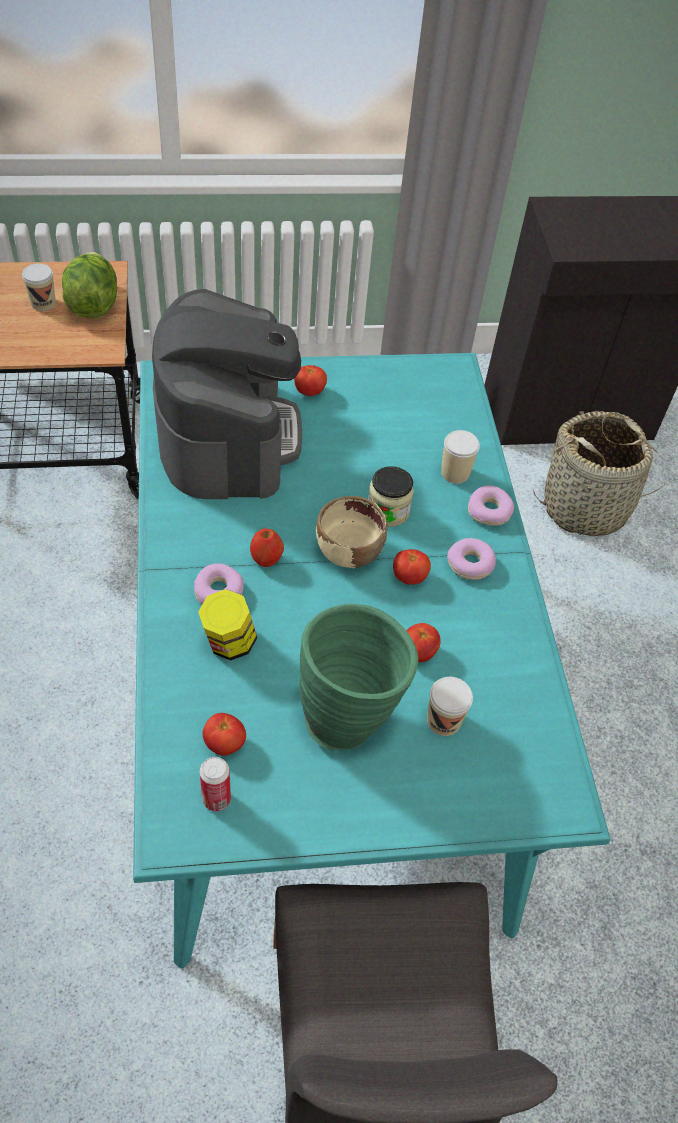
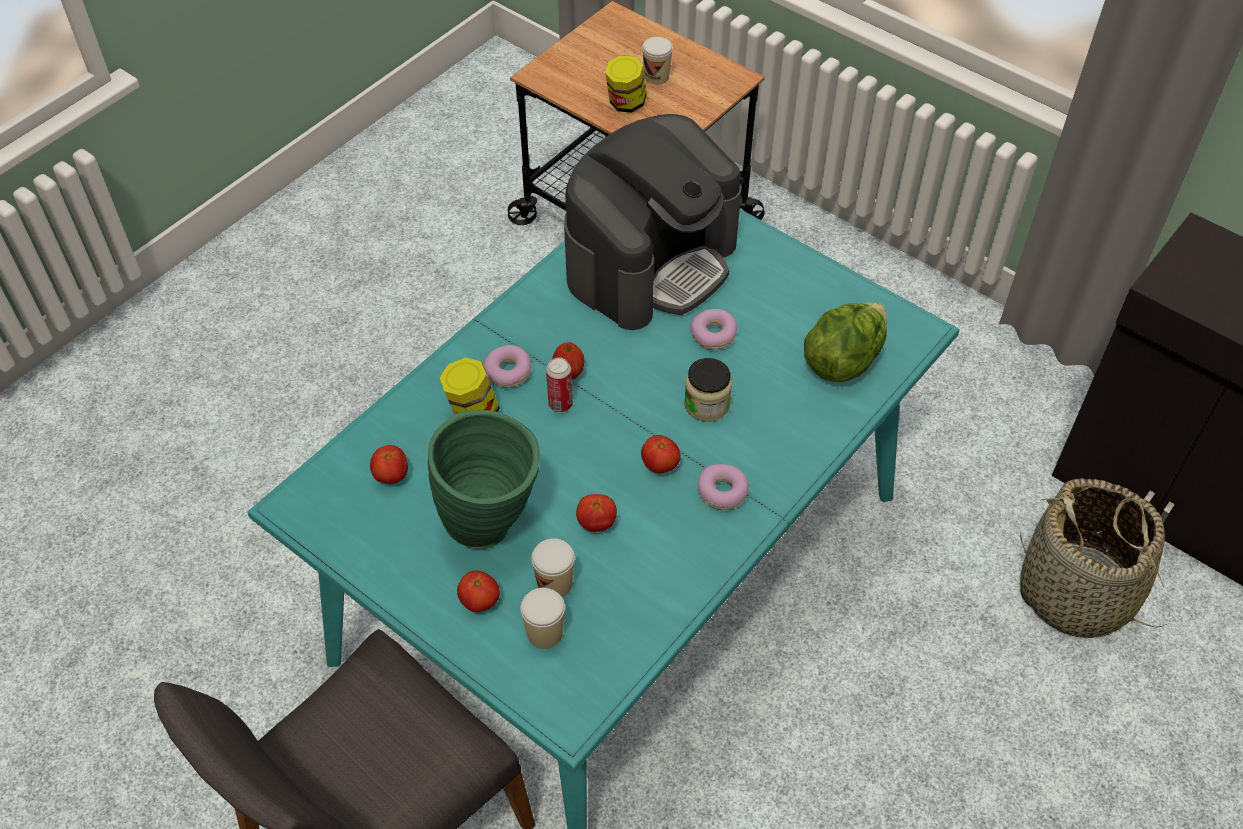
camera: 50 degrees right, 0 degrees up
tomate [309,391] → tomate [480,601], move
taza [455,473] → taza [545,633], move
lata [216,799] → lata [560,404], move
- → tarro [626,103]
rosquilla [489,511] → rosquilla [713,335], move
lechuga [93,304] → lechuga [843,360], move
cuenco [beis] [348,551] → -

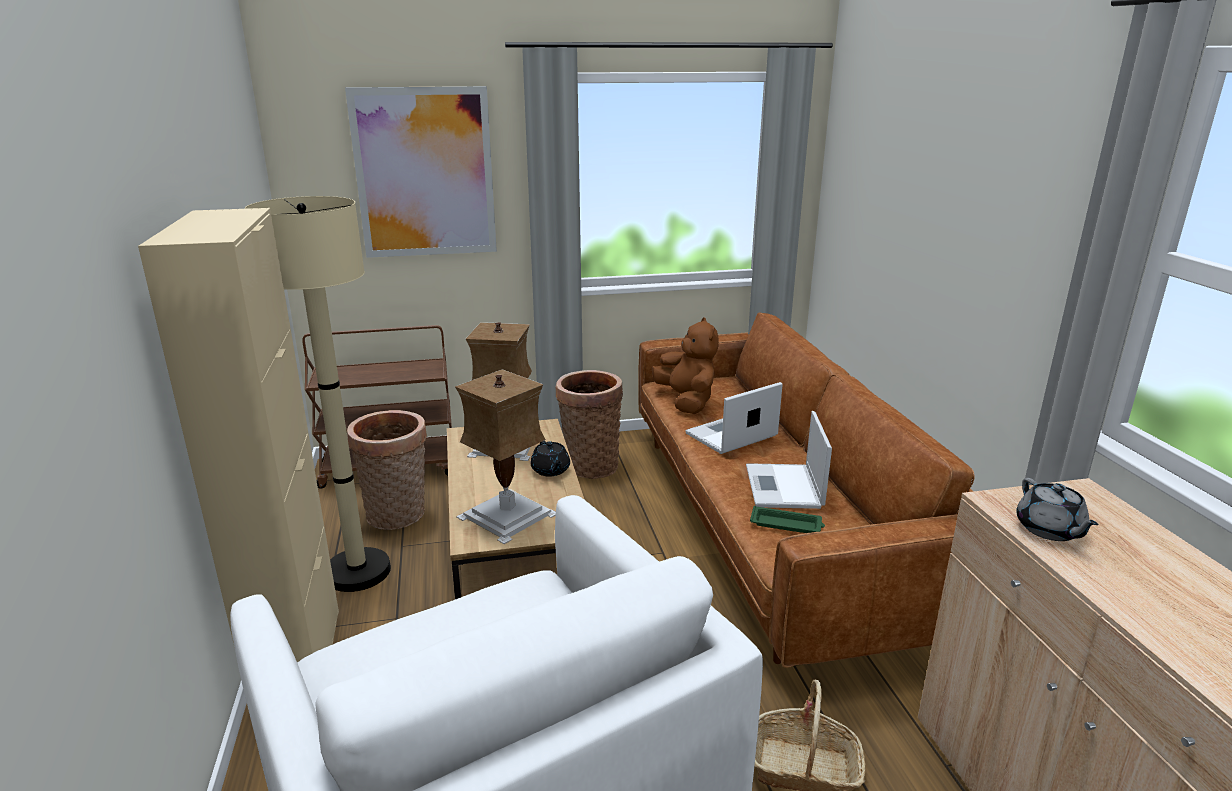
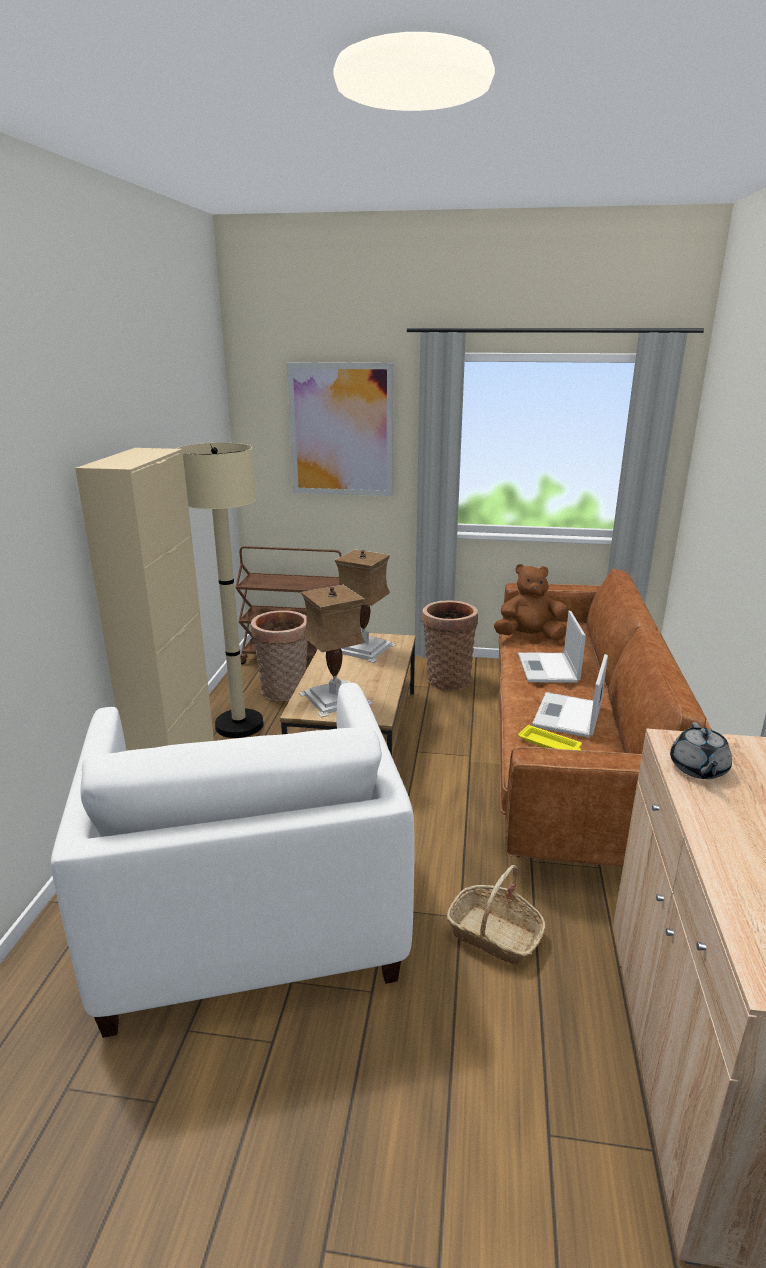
camera: 20 degrees right, 0 degrees up
peluche [marrón] [686,402] → peluche [marrón] [529,637], 90 degrees counterclockwise
portátil [730,435] → portátil [548,669], 75 degrees counterclockwise
bandeja [verde] [787,524] → bandeja [amarillo] [550,744]
tetera [negro] [550,470] → -

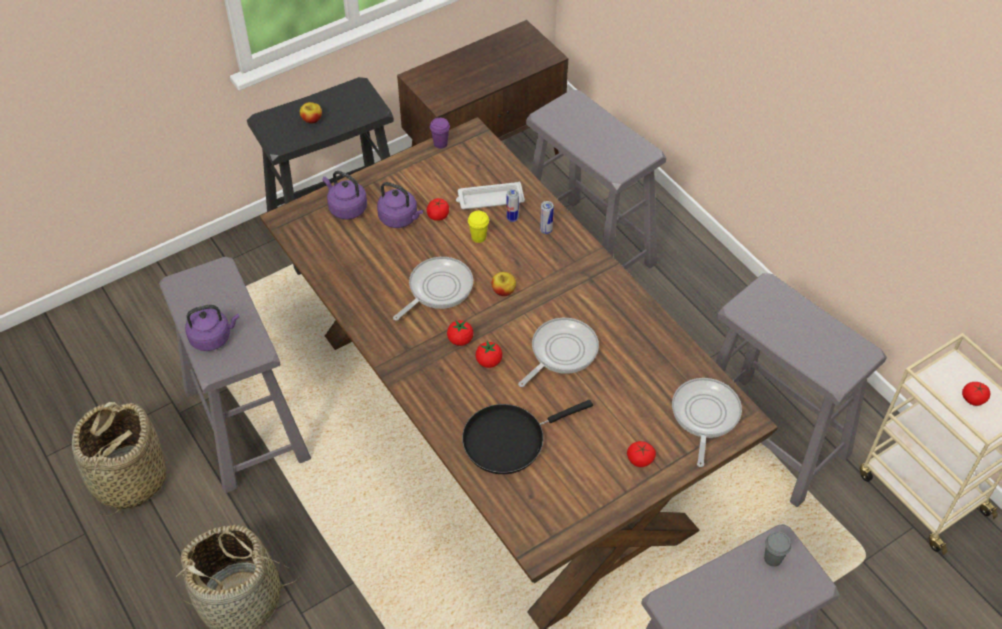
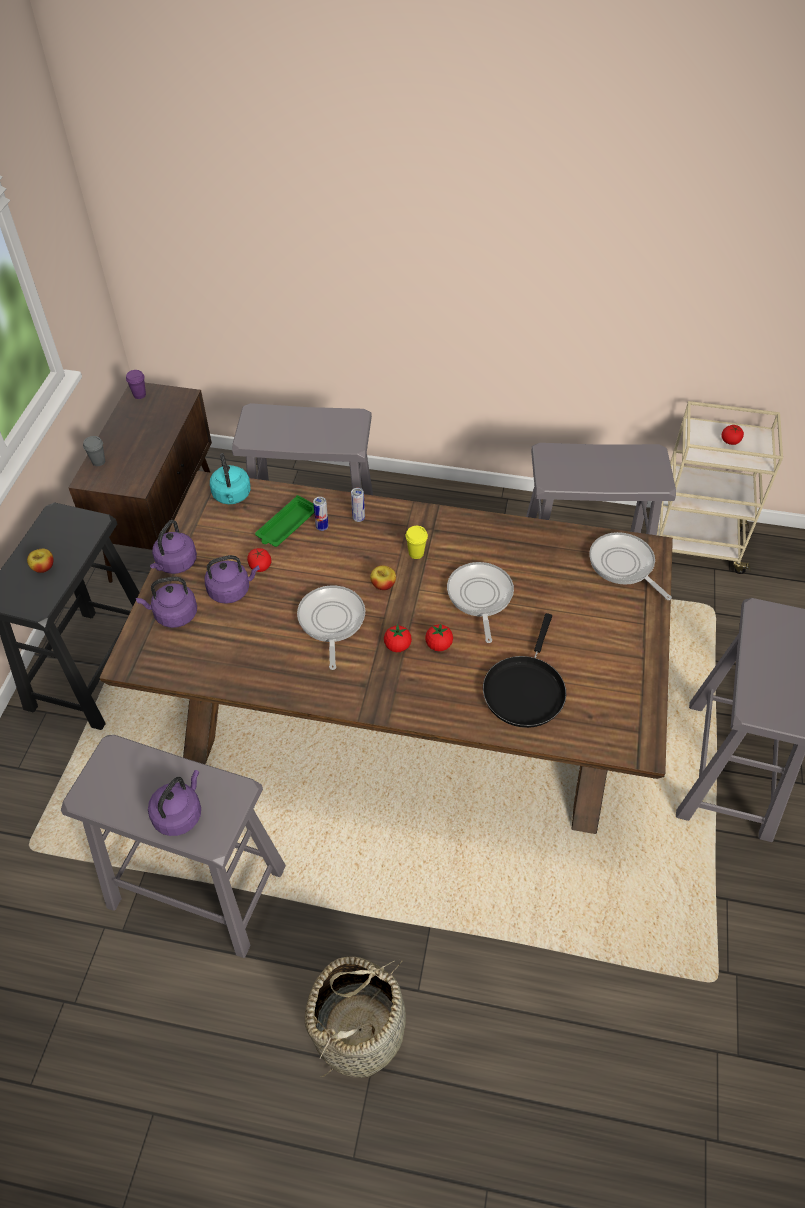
camera: 45 degrees left, 0 degrees up
taza [gris] [773,558] → taza [gris] [98,461], move
taza [morado] [440,144] → taza [morado] [139,395], move
- → hervidor [morado] [175,564]
- → hervidor [turquesa] [232,496]
bandeja [blanco] [489,199] → bandeja [verde] [286,526]
taza [amarillo] [478,237] → taza [amarillo] [416,553], move
cesta [128,479] → -
tomate [640,459] → -

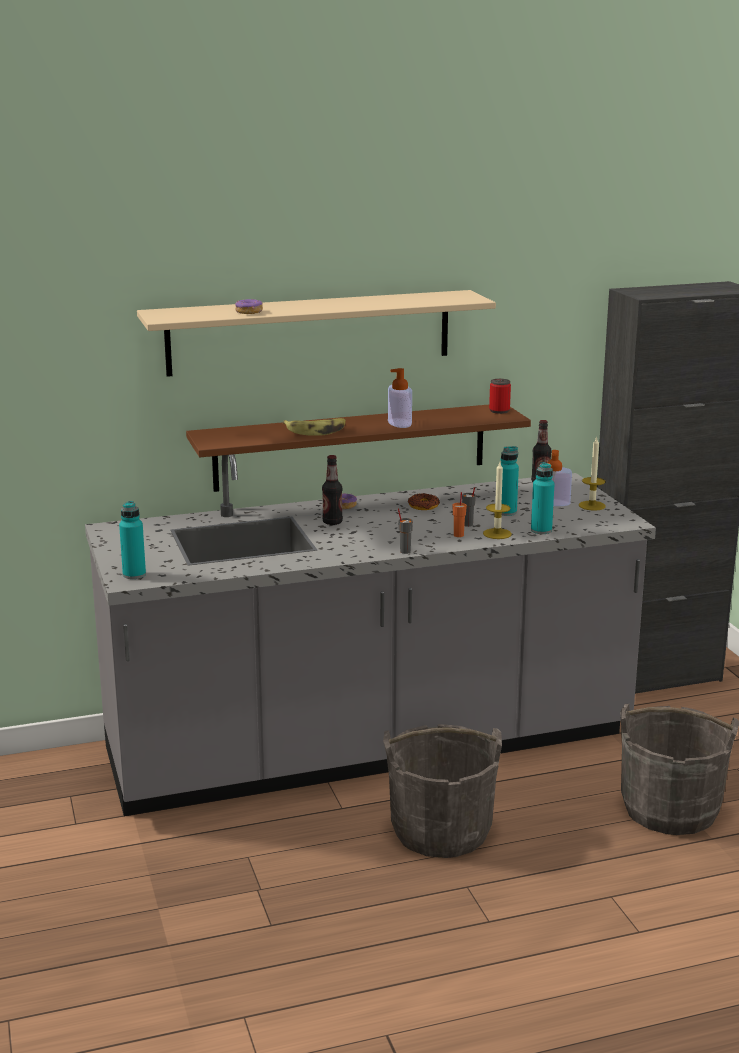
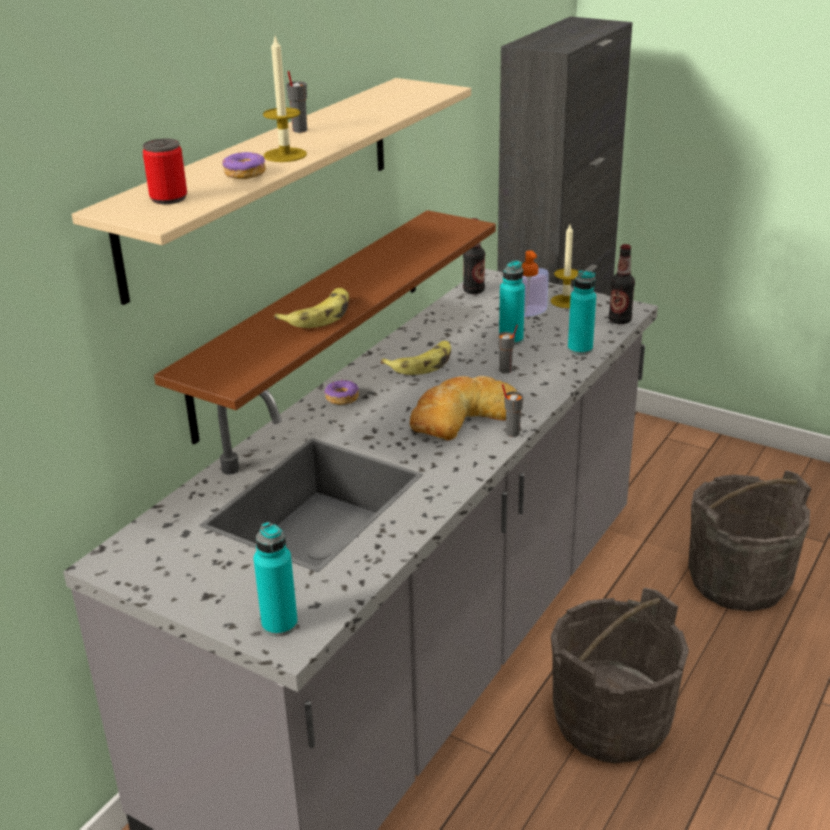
camera: 40 degrees left, 10 degrees up
lata [499,411] → lata [168,198], move
vela [497,534] → vela [285,155], move
- → taza [gris] [299,130]
rosquilla [423,506] → plátano [422,364]
- → pan [461,416]
botella [332,522] → botella [620,320], move
dispensador de jabón [399,423] → -
taza [naranja] [459,535] → -

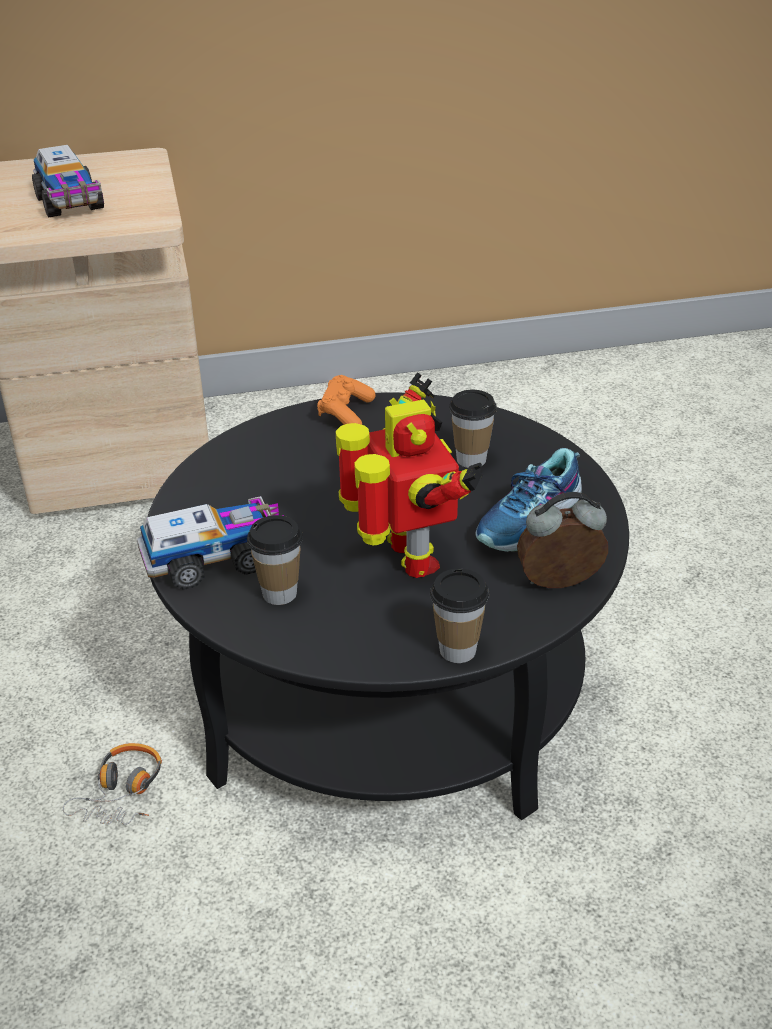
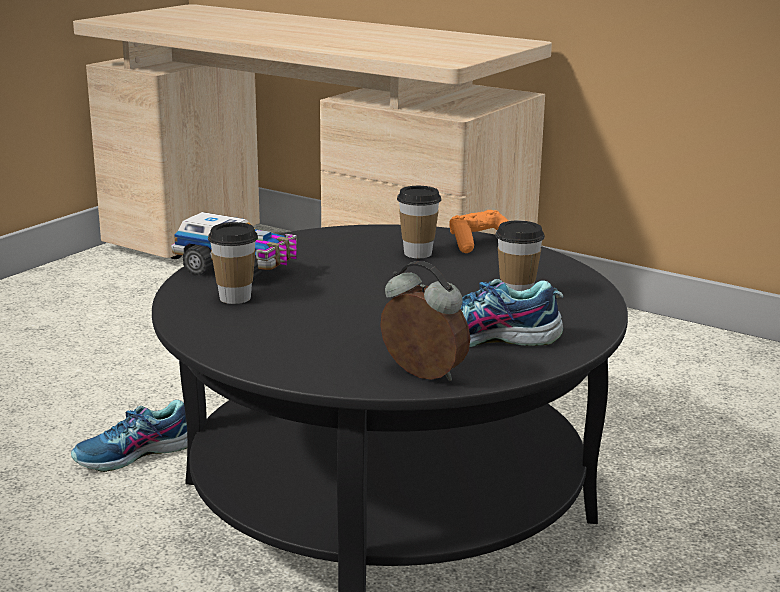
camera: 45 degrees right, 15 degrees down
auriculares [122,792] → zapato [136,454]
taza [458,650] → taza [418,253], move
camión de juguete [70,203] → -
robot de juguete [408,560] → -

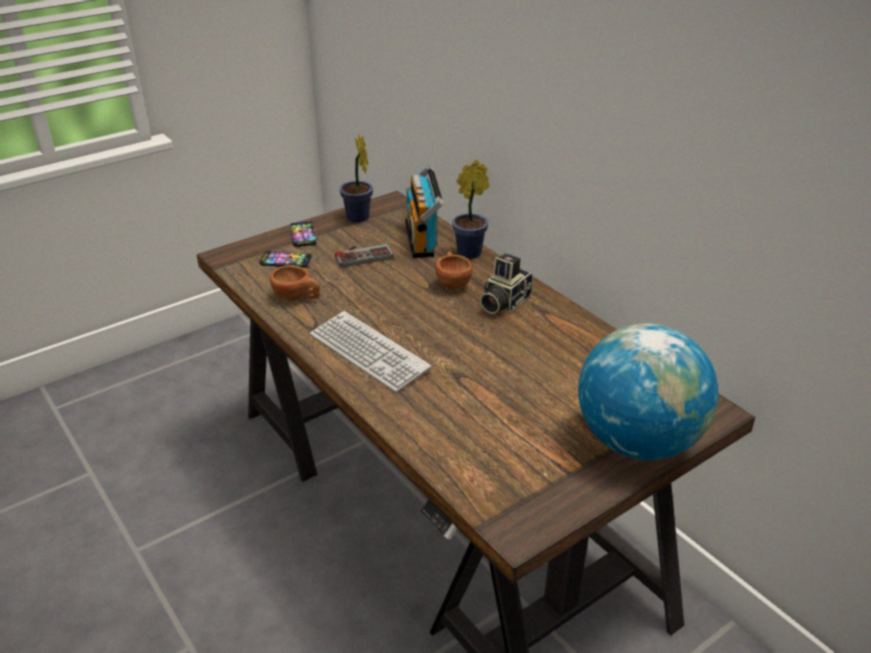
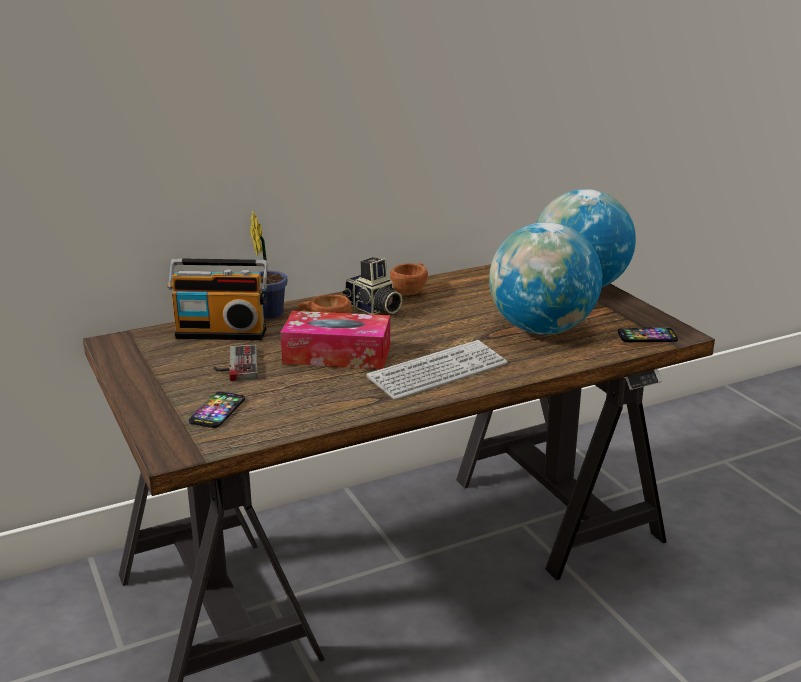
camera: 80 degrees left, 10 degrees down
- → caja de pañuelos [337,355]
taza [marrón] [297,297] → taza [marrón] [411,291], move
- → globo terráqueo [541,329]
móvil [303,235] → móvil [647,336], move
planta en maceta [358,219] → -

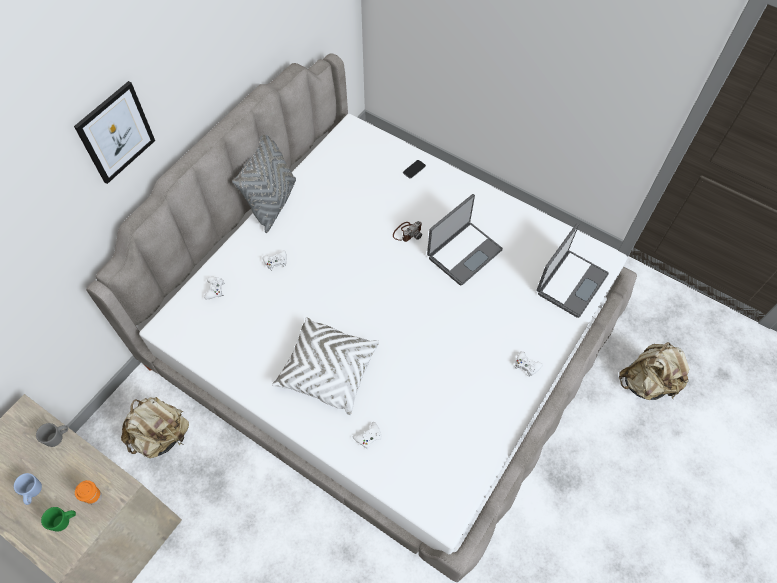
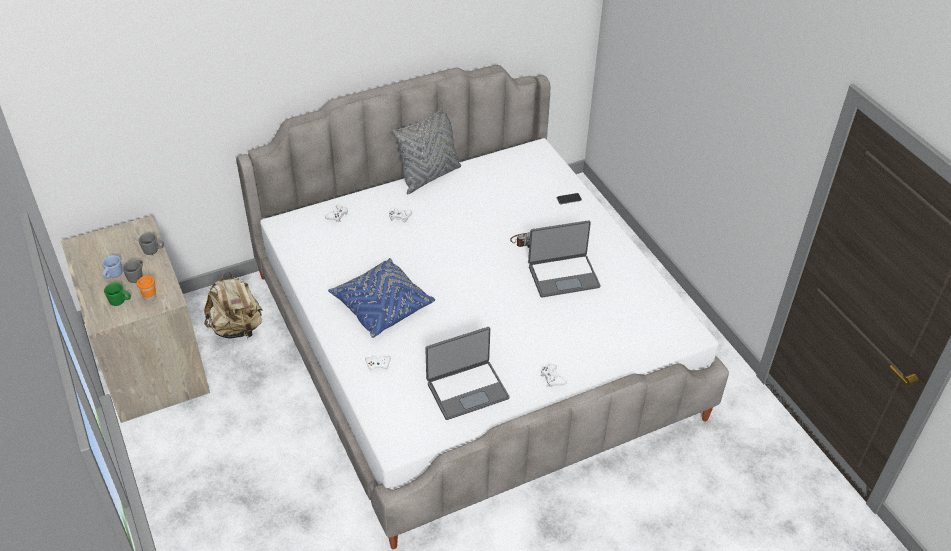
camera: 30 degrees right, 15 degrees down
- → taza grande [gris] [137,276]
cojín [blanco] [327,370] → cojín [azul] [381,306]
portátil [570,283] → portátil [467,389], move
cuadro [115,133] → -
mochila [beis] [647,383] → -

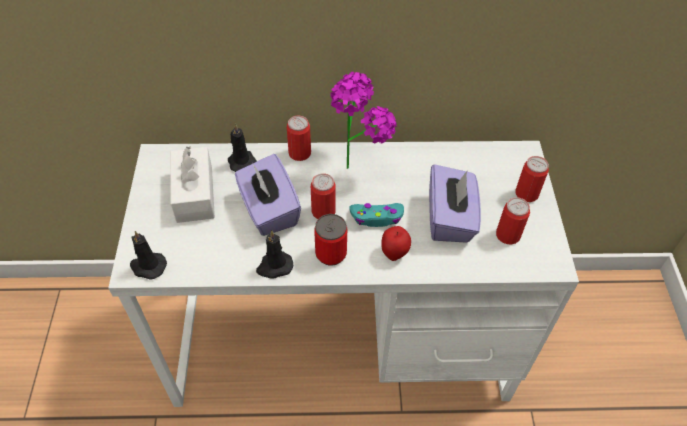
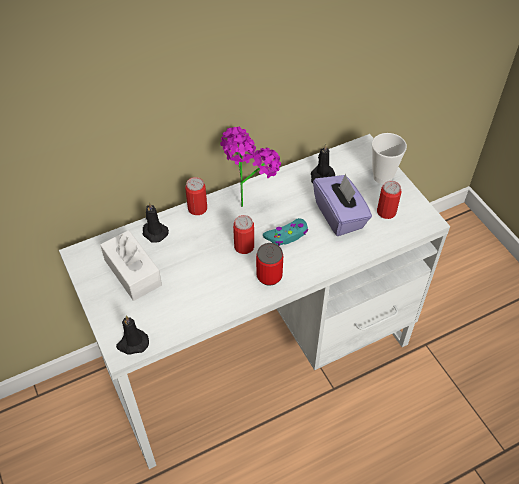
camera: 25 degrees left, 0 degrees up
vela [negro] [274,266] → vela [negro] [321,176], move
lata [526,193] → taza [382,176]
caja de pañuelos [morado] [269,210] → -
manzana [394,253] → -

